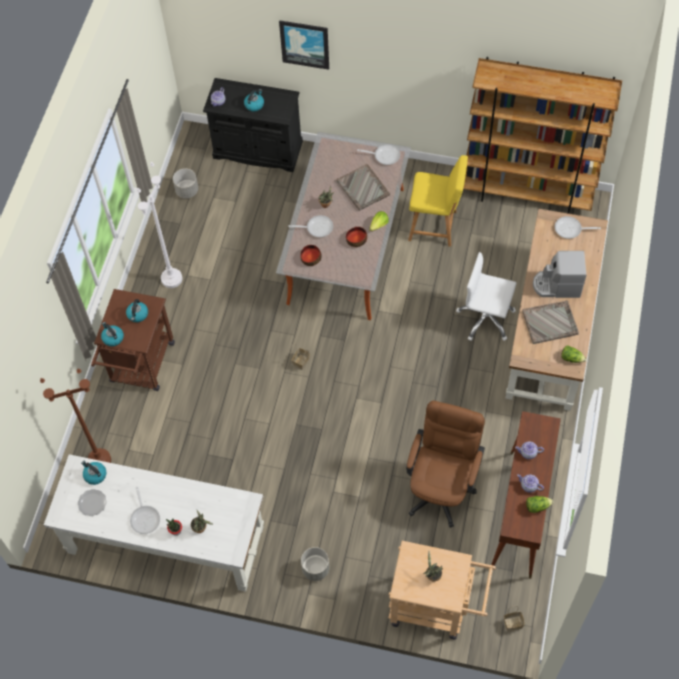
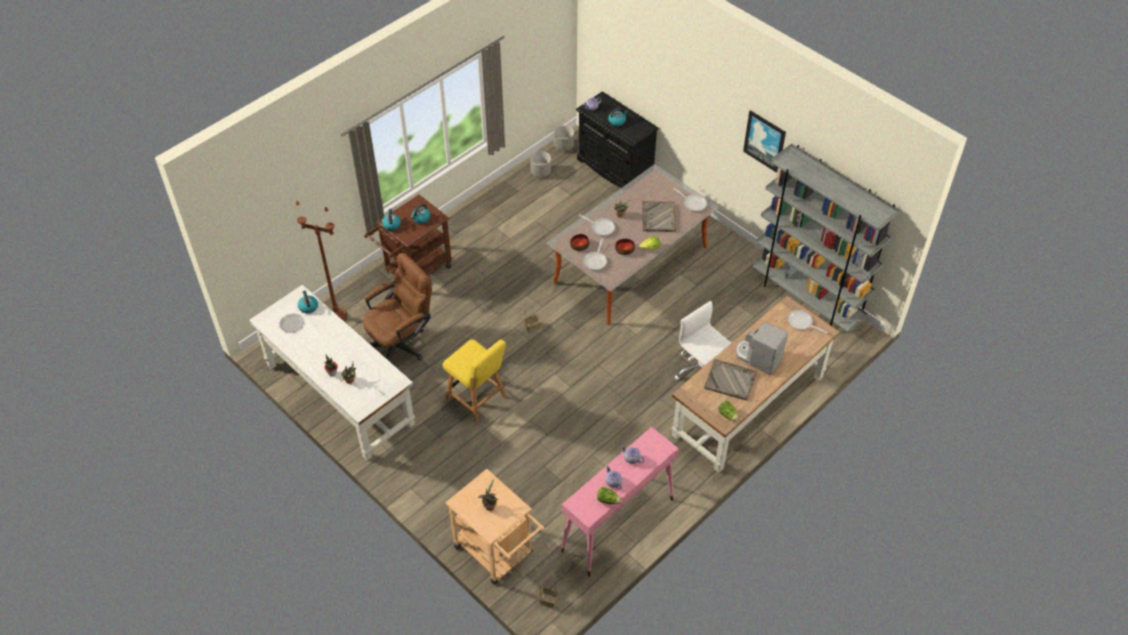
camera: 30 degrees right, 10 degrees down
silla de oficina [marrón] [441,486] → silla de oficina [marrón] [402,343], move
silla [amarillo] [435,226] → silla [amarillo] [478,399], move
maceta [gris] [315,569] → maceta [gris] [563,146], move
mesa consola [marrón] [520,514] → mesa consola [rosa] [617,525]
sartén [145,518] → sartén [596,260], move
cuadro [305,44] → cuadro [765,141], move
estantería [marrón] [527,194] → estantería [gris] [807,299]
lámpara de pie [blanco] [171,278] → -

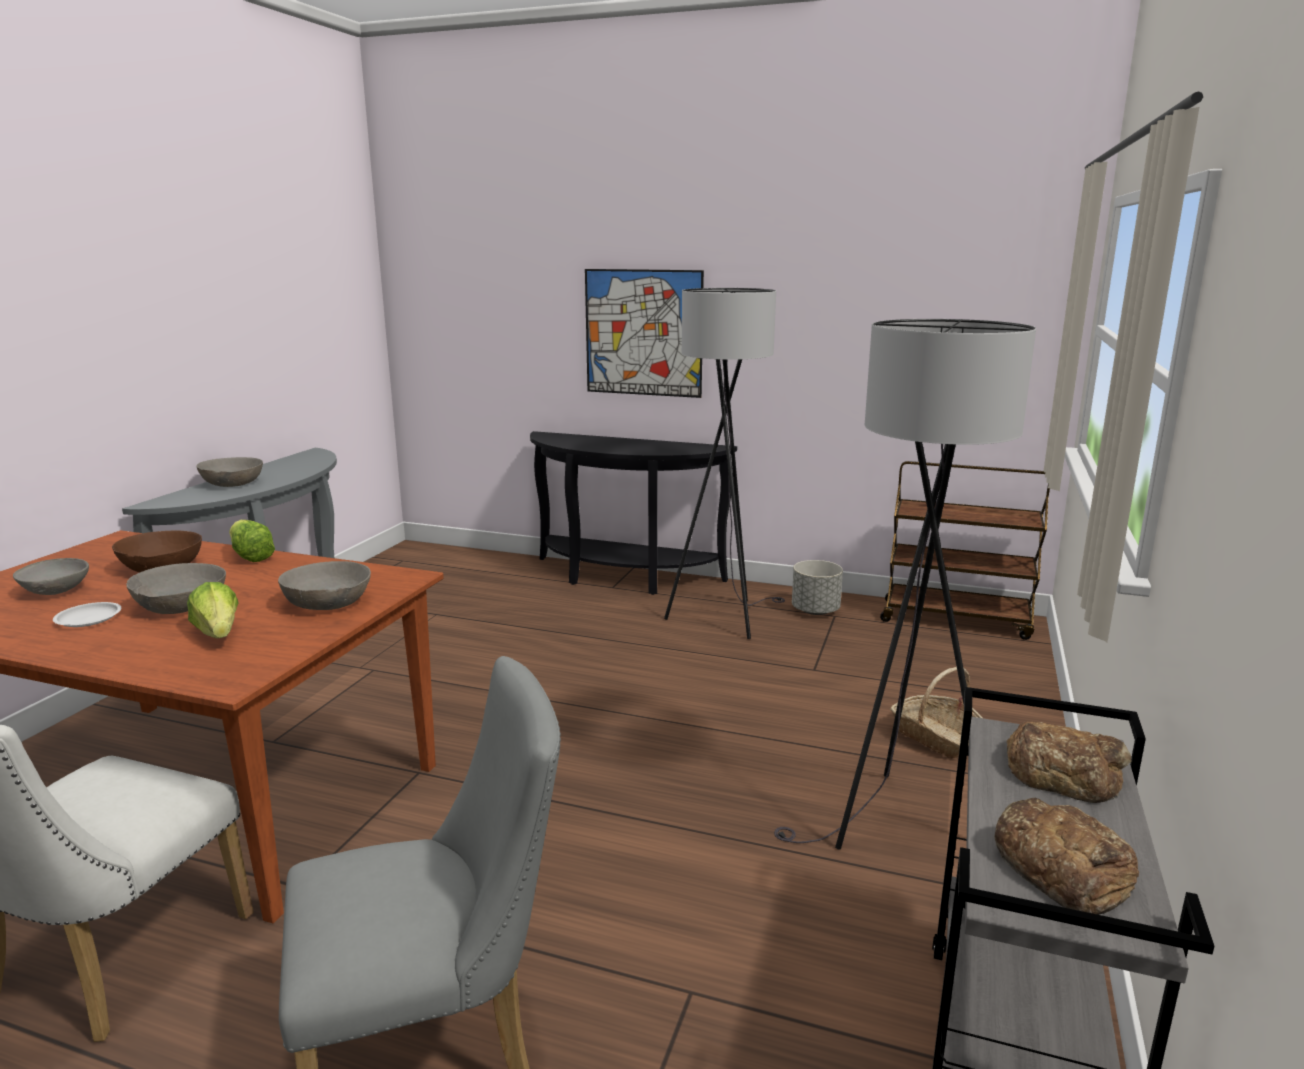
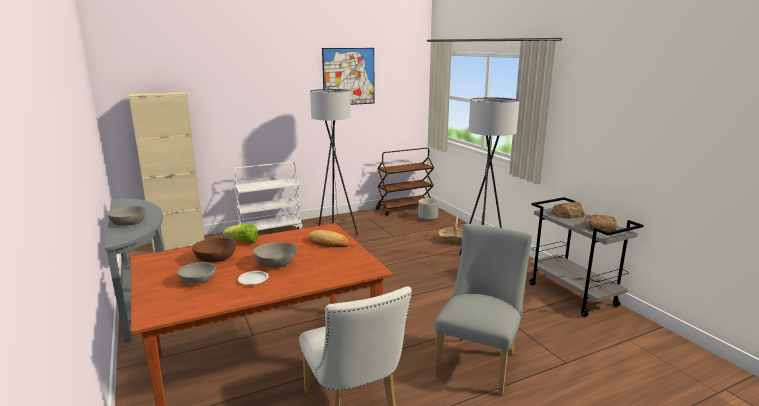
camera: 45 degrees left, 0 degrees up
- → armario [beis] [179,244]
mesa consola [negro] [622,578] → carrito [blanco] [270,230]
cuenco [gris] [328,602] → pan [328,242]
cuadro [643,333] → cuadro [349,76], move
maceta [gris] [816,611] → maceta [gris] [428,218], move
lechuga [218,633] → -

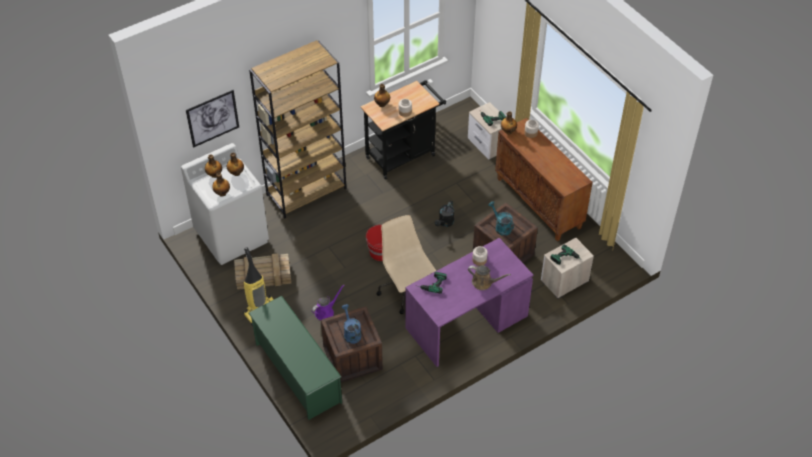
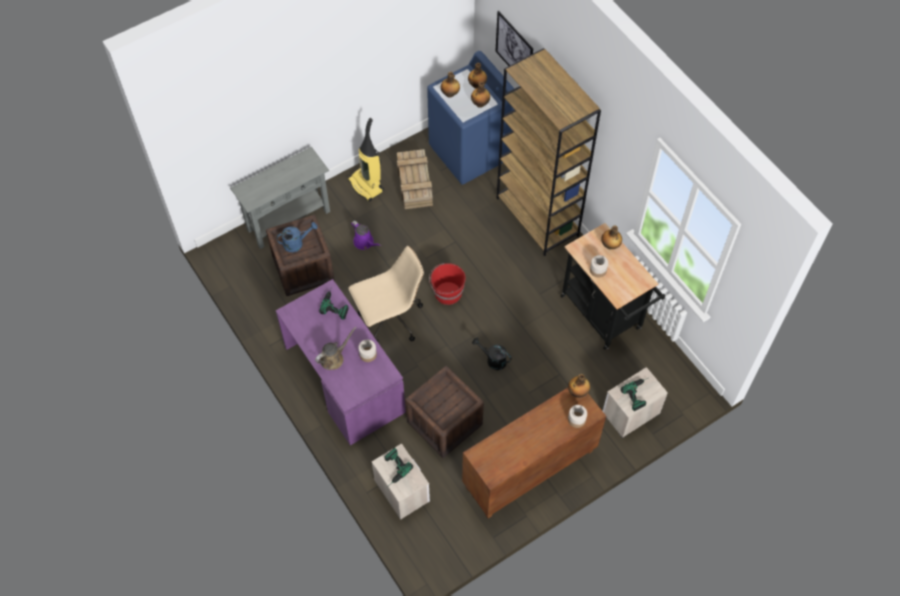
camera: 90 degrees right, 10 degrees up
zapatero [verde] [297,372] → mesa consola [gris] [288,220]
regadera [marrón] [484,283] → regadera [marrón] [334,358], 150 degrees counterclockwise
lavadora [blanco] [232,235] → lavadora [azul] [470,152]
regadera [turquesa] [501,227] → -

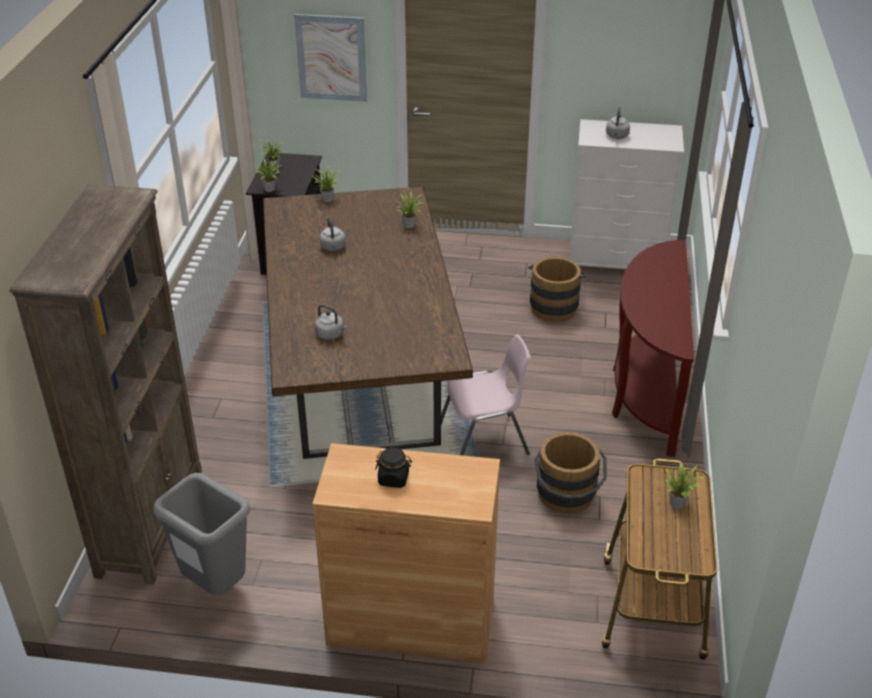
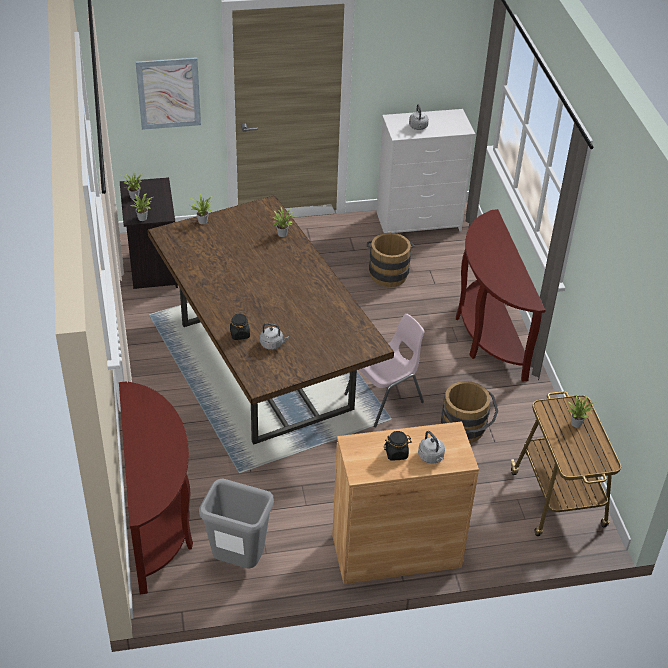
camera: 20 degrees left, 5 degrees up
estantería [marrón] [151,521] → mesa consola [marrón] [159,523]
- → tarro [negro] [239,334]
hervidor [gris] [333,248] → hervidor [gris] [431,457], move

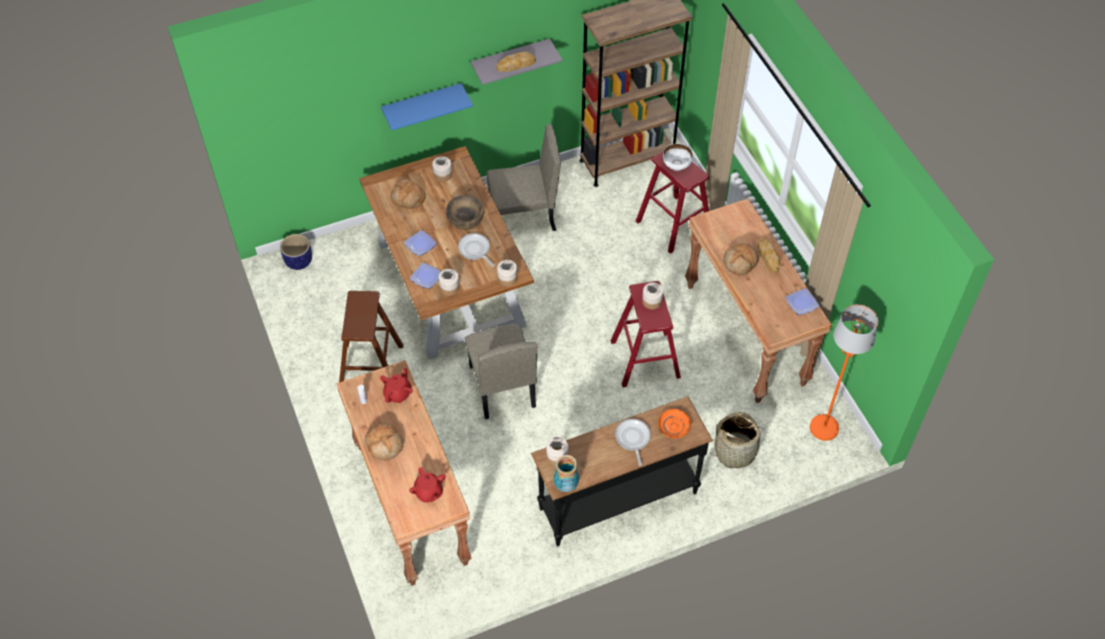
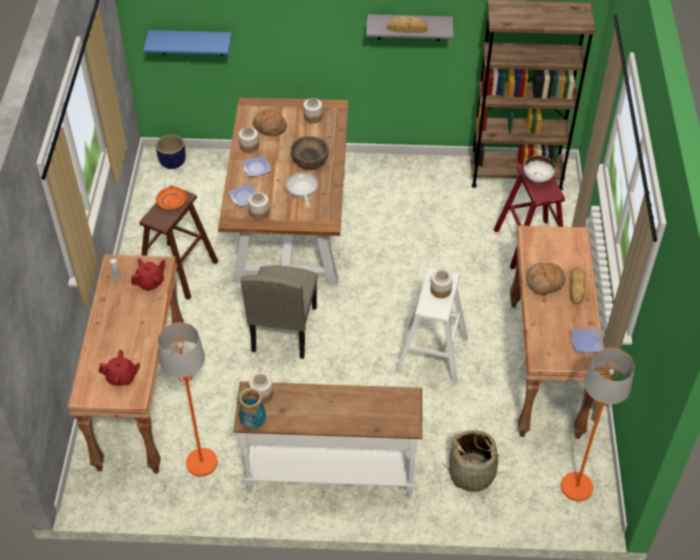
camera: 25 degrees right, 5 degrees down
tetera [rojo] [428,492] → tetera [rojo] [121,377], 90 degrees counterclockwise
estante [azul] [422,105] → estante [azul] [191,43], move
plato [naranja] [674,426] → plato [naranja] [172,202], move
- → lámpara de pie [naranja] [201,462]
mesa consola [negro] [617,499] → mesa consola [blanco] [330,471]
tarro [507,279] → tarro [249,146], move
taburete [rojo] [645,359] → taburete [blanco] [431,354]
pan [384,445] → -
silla [beis] [523,216] → -
sartén [633,439] → -

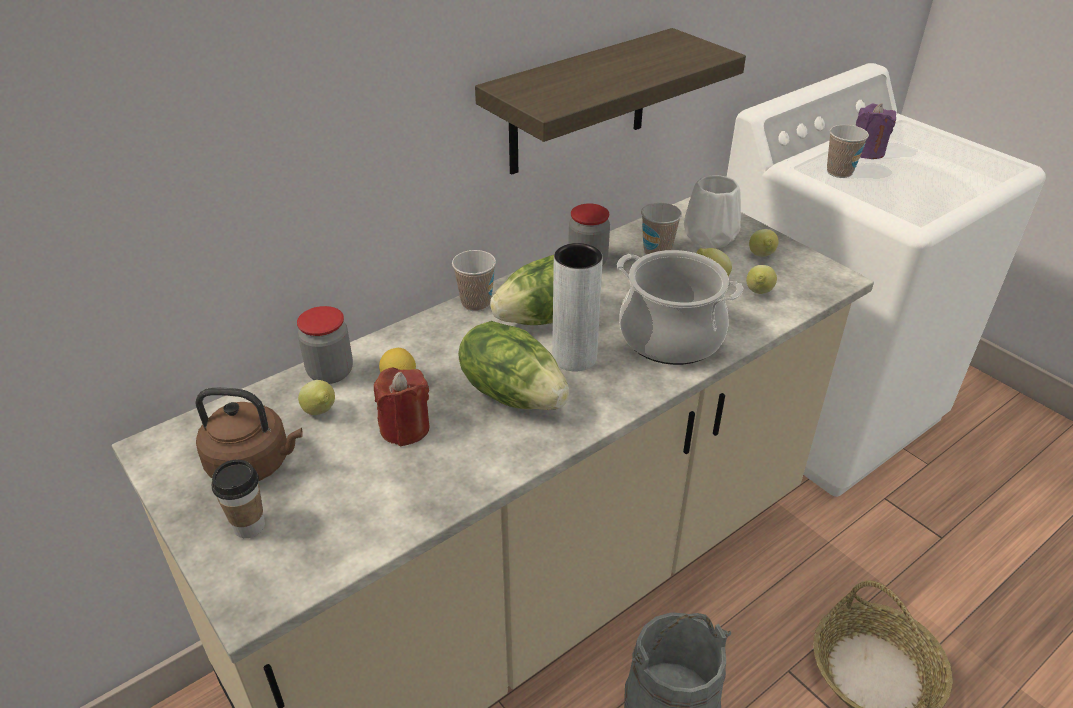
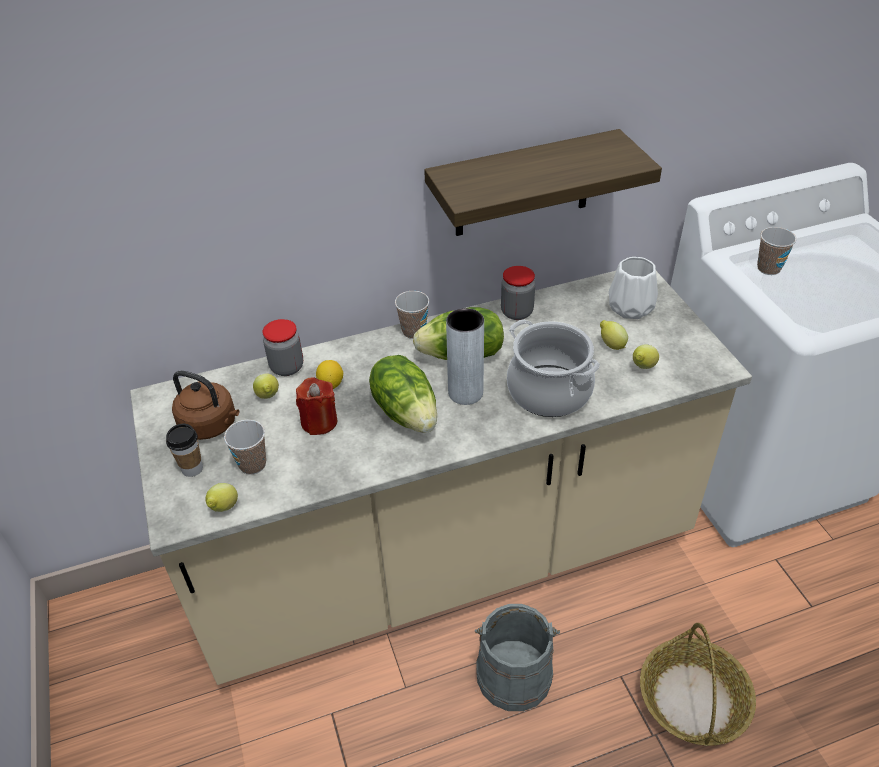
camera: 20 degrees right, 5 degrees up
limón [761,256] → limón [223,508], move
taza [657,252] → taza [252,464], move
vela [morado] [867,152] → -

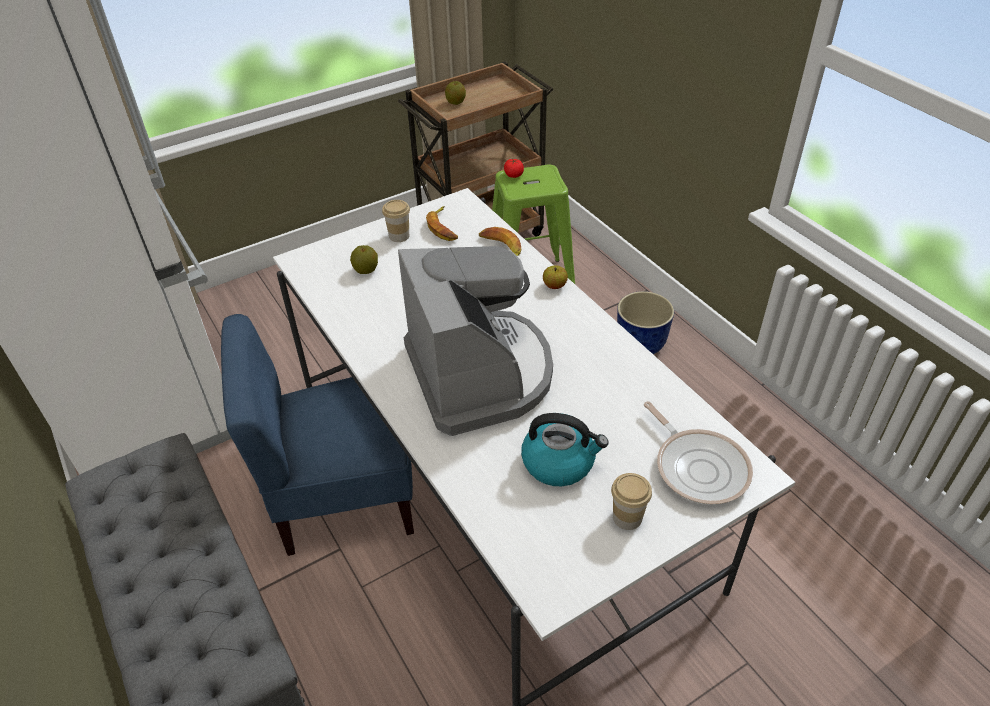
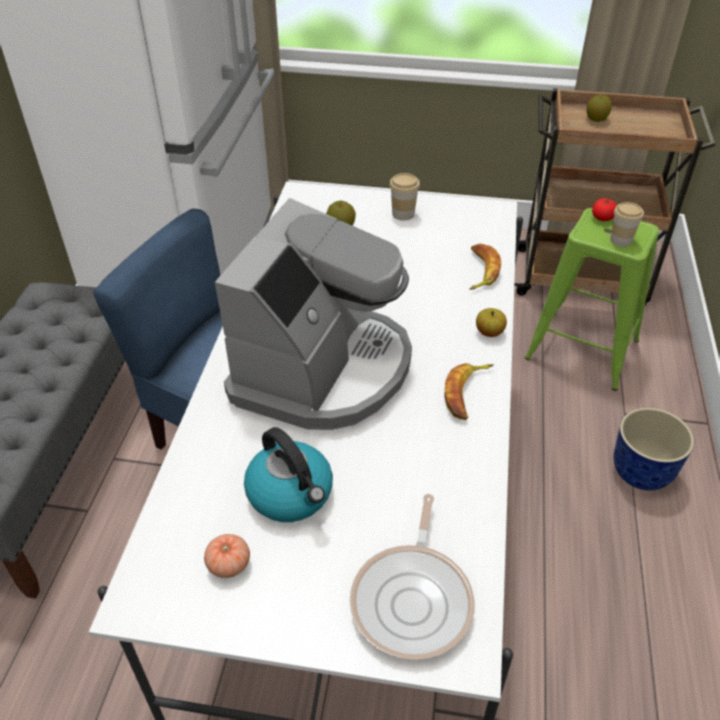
camera: 40 degrees right, 0 degrees up
- → tomate [229,564]
plátano [443,228] → plátano [467,393], move
taza [627,517] → taza [621,240], move

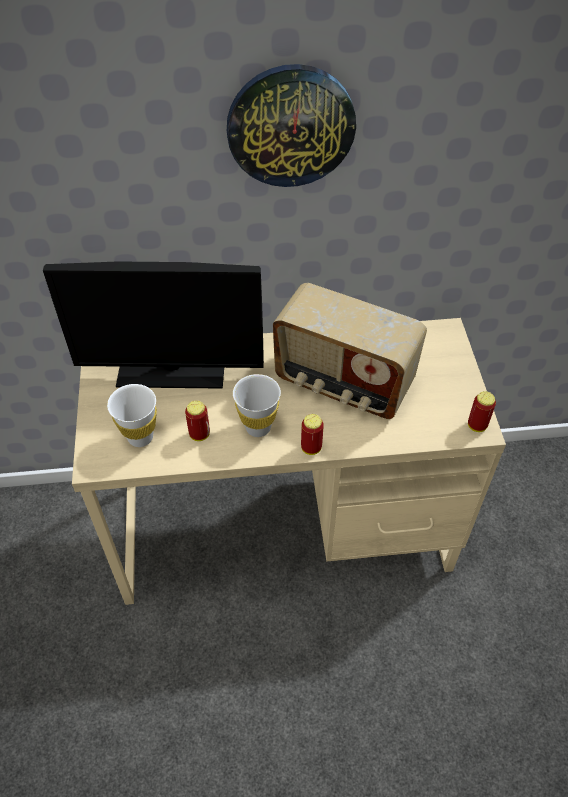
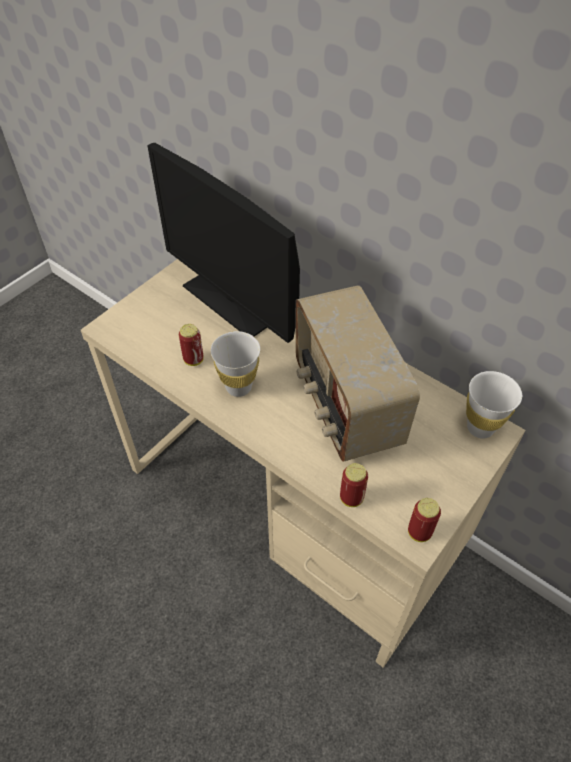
camera: 45 degrees right, 0 degrees up
lata [311,448] → lata [351,498], move
taza [blanco] [140,437] → taza [blanco] [480,428], move
reloj de pared [290,126] → -

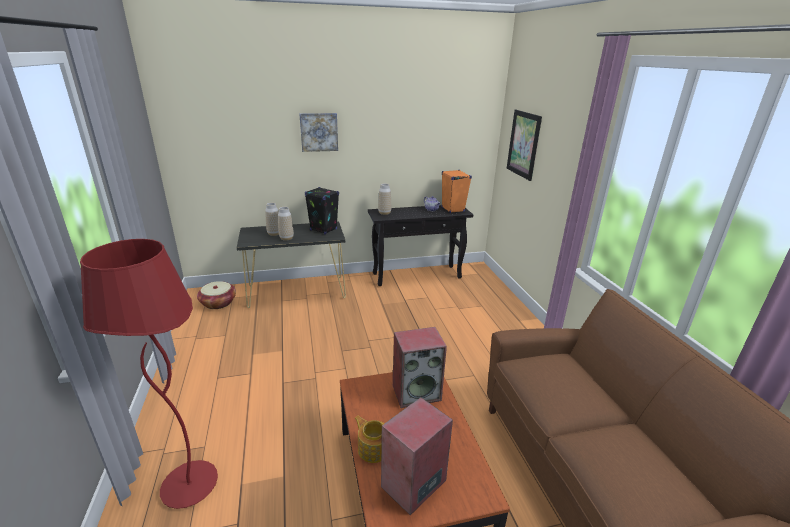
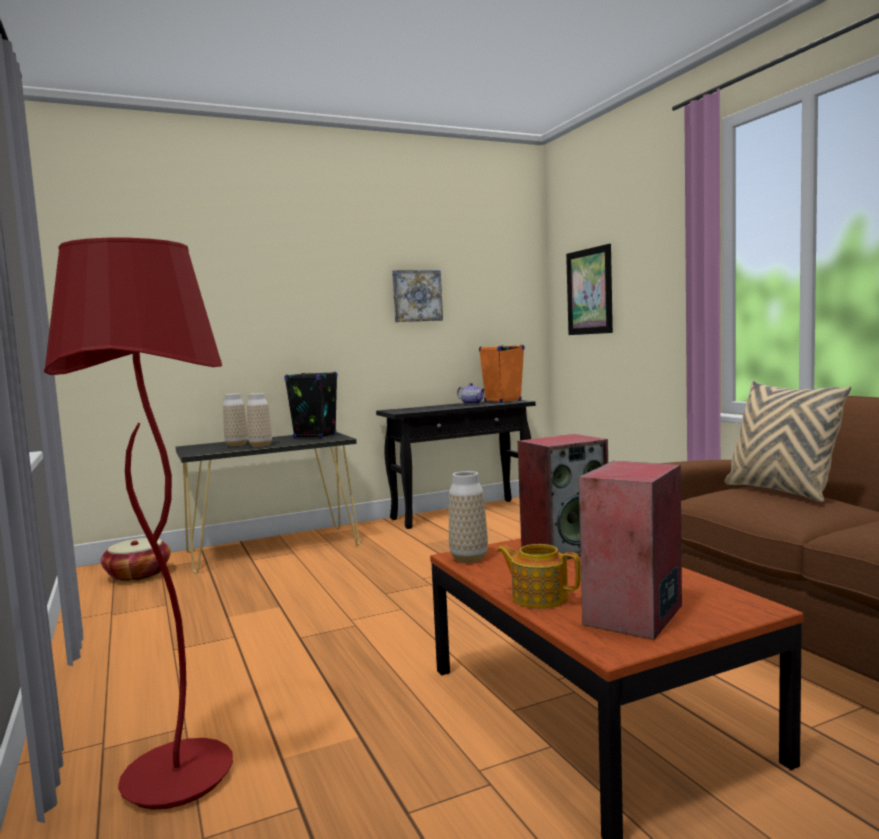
camera: 10 degrees left, 20 degrees down
cuadro [319,132] → cuadro [416,296], move
florero [384,213] → florero [469,558], move
- → cojín [beis] [780,491]

